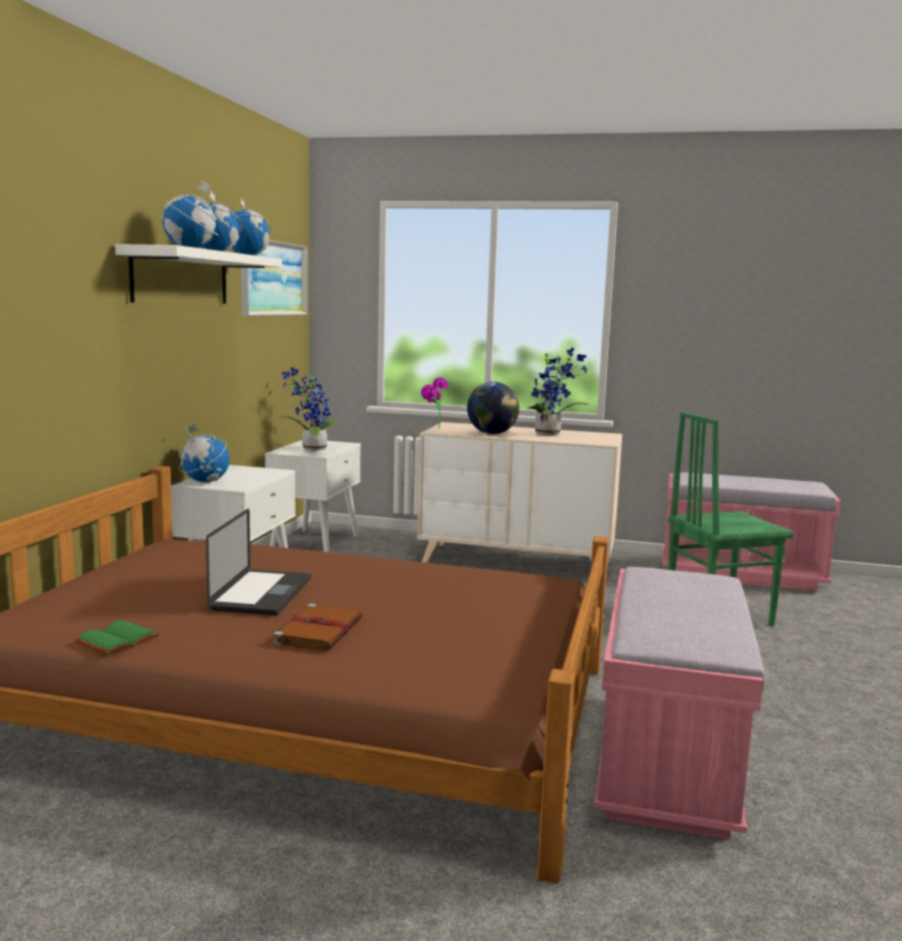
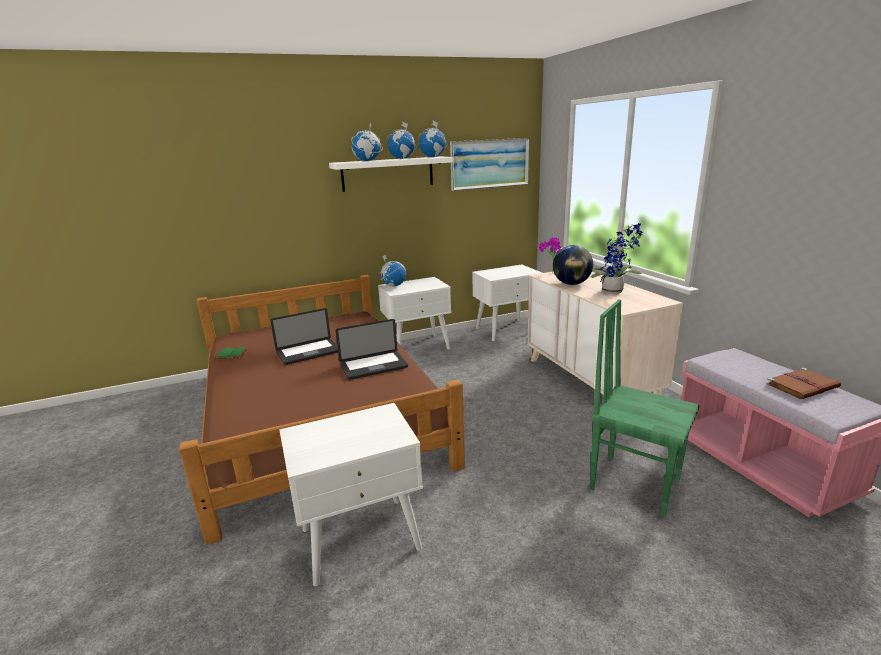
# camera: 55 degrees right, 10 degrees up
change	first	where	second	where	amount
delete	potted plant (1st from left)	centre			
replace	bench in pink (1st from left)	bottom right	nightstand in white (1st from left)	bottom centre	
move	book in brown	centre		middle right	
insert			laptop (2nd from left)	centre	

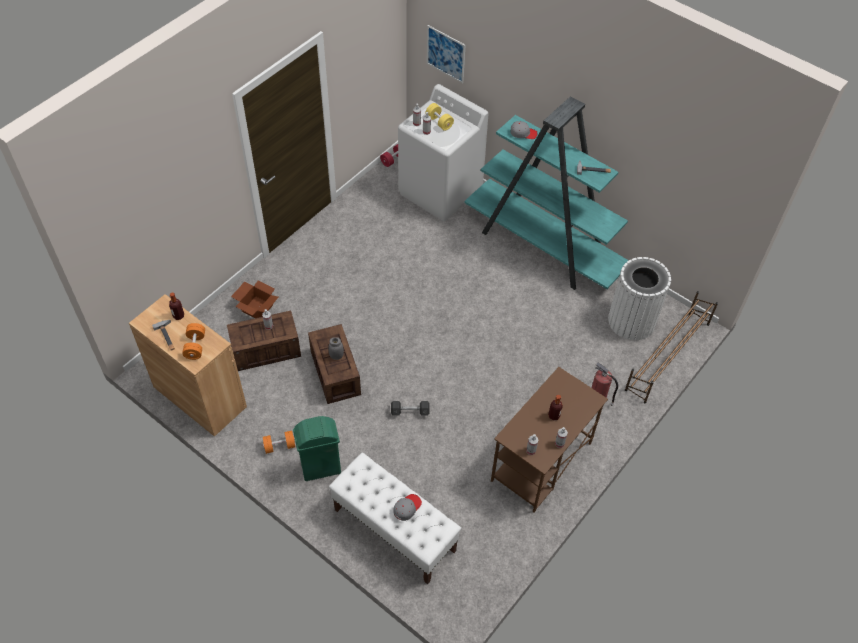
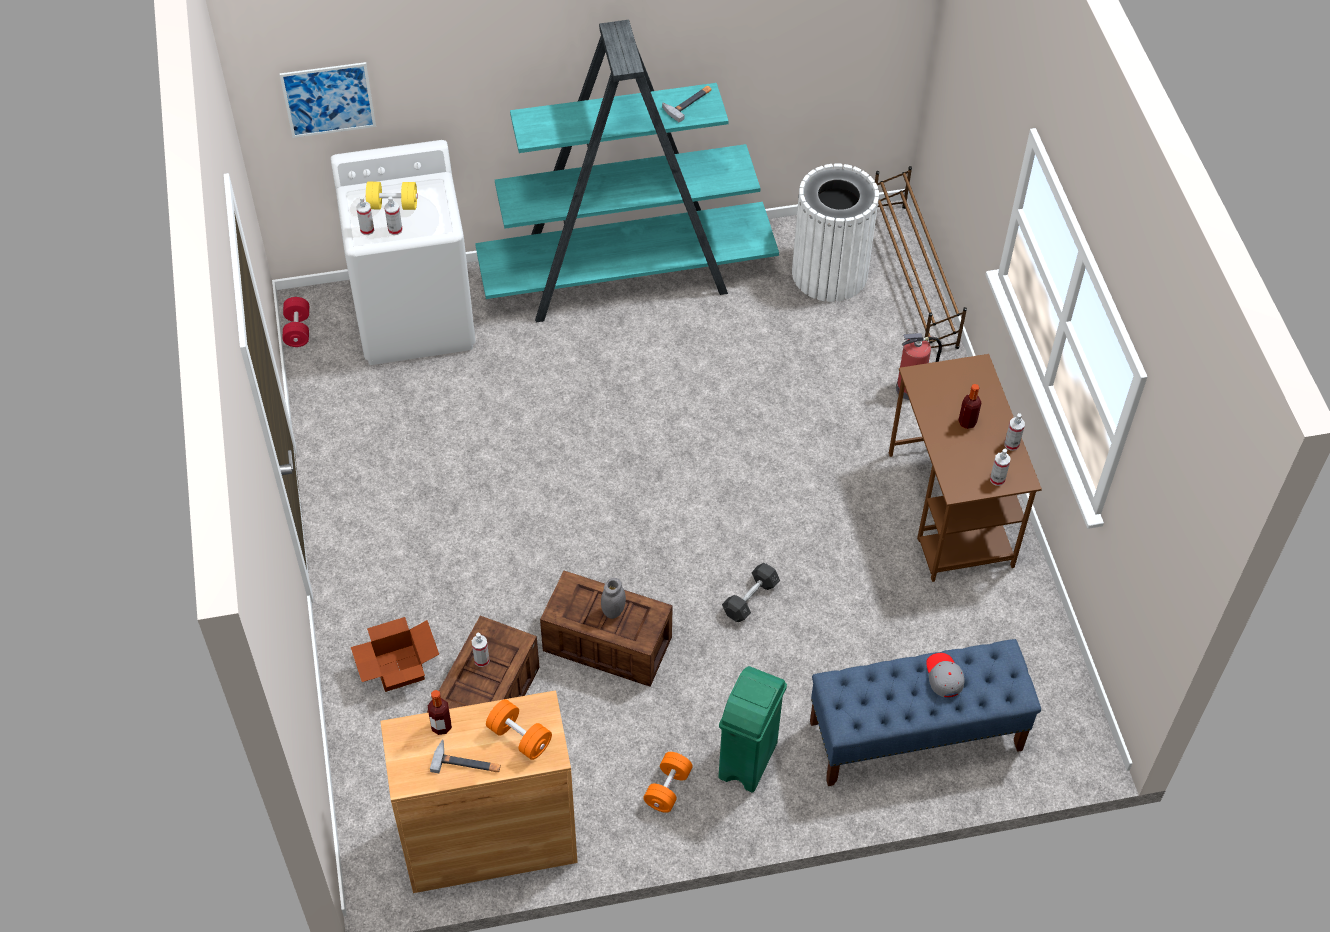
# camera: 50 degrees left, 0 degrees up
change	first	where	second	where	amount
delete	cap in grey (2nd from left)	top centre			
recolor	bench in white	bottom centre	bench in blue	bottom right	

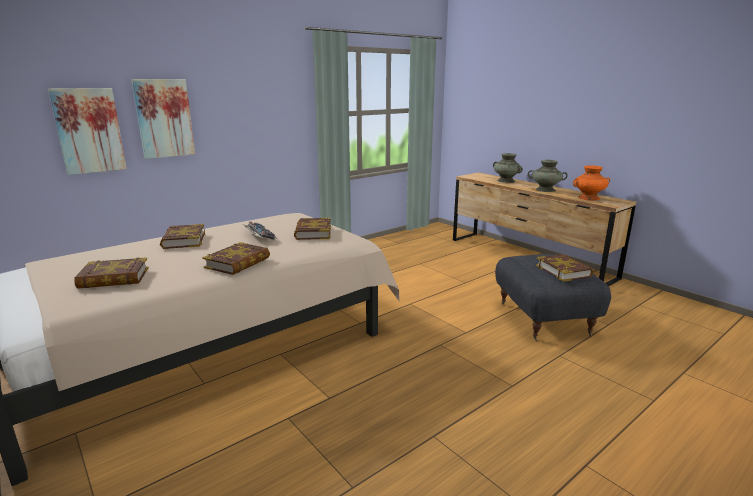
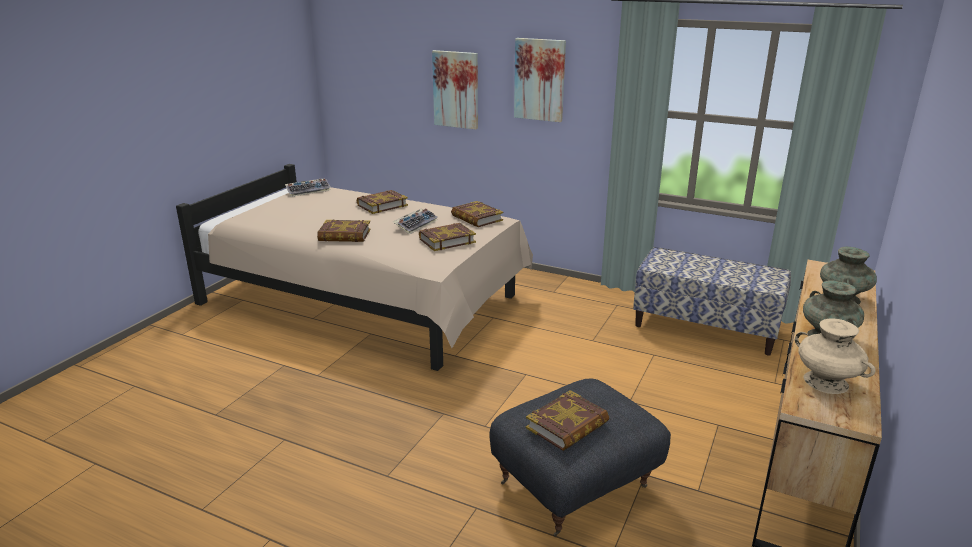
# camera: 65 degrees right, 5 degrees up
change	first	where	second	where	amount
move	picture (1st from left in the first image)	top left	picture (2nd from left)	top centre	
recolor	vase in orange	middle right	vase in beige	middle right	
move	book (1st from left in the first image)	middle left	book (4th from left)	centre	
insert			keyboard (1st from left)	middle left	
insert			bench	middle right	

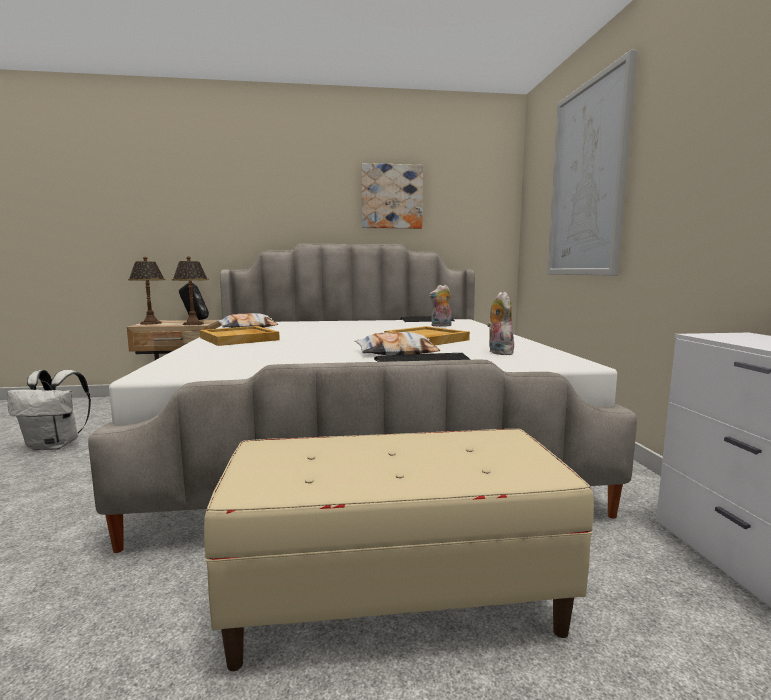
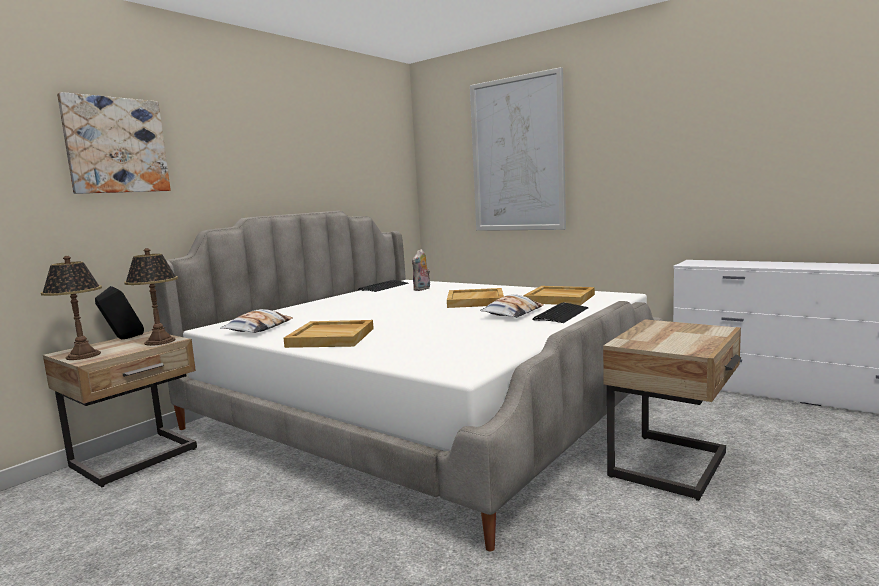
# camera: 45 degrees left, 0 degrees up
change	first	where	second	where	amount
move	picture (1st from left)	top centre		top left	
replace	plush toy (2nd from left)	centre	tray in beige (3rd from left)	centre	
delete	backpack in white	middle left			
replace	bench in beige	bottom centre	nightstand in beige (2nd from left)	bottom right	

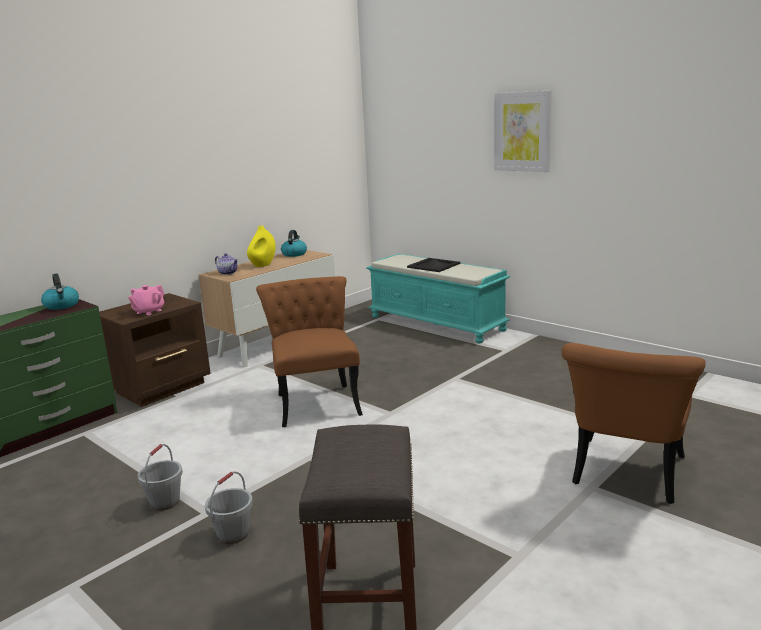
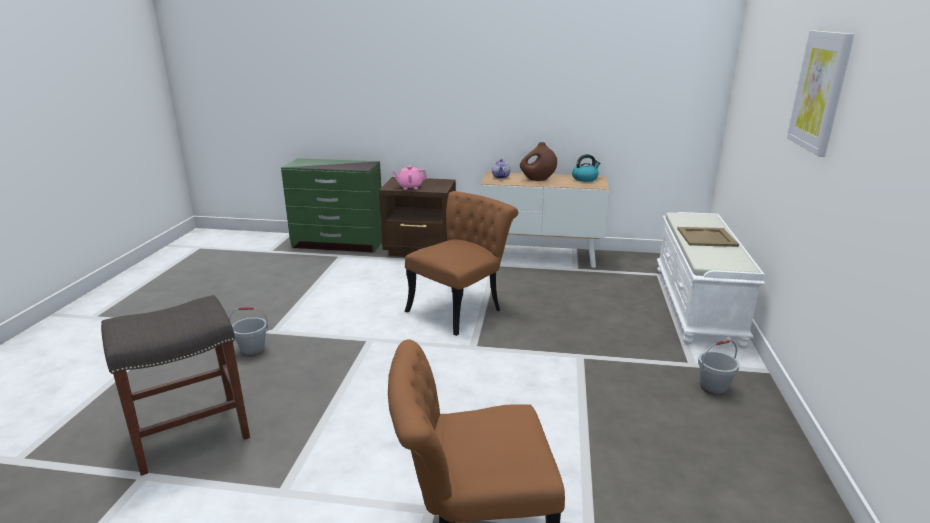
# camera: 55 degrees right, 5 degrees up
change	first	where	second	where	amount
recolor	vase in yellow	centre	vase in brown	top centre	
recolor	bench in turquoise	centre	bench in white	middle right	
recolor	tray in black	centre	tray in beige	middle right	
delete	kettle (1st from left)	middle left			
move	bucket in grey (1st from left in the first image)	bottom left	bucket in grey (2nd from left)	bottom right	

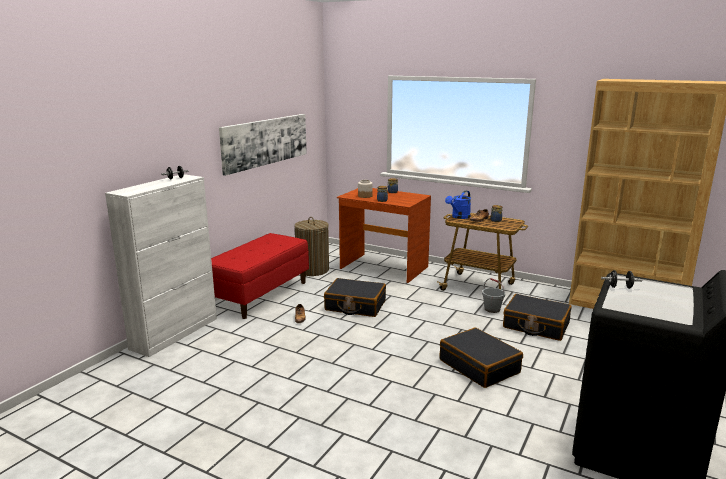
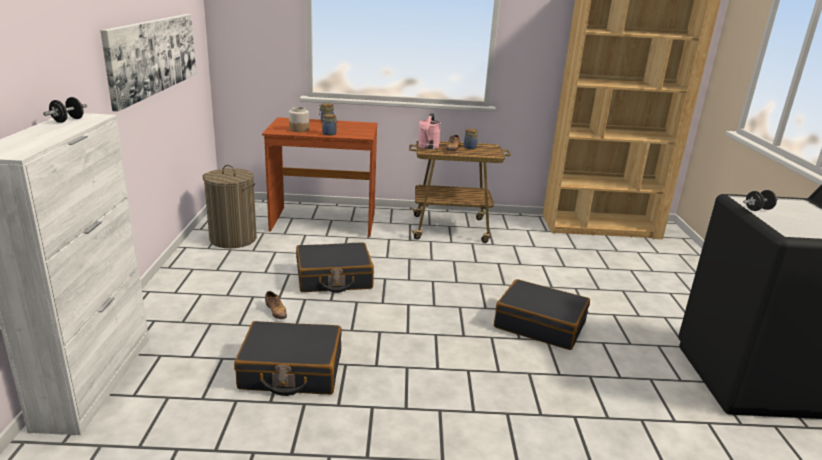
# camera: 30 degrees left, 5 degrees up
change	first	where	second	where	amount
recolor	watering can in blue	centre	watering can in pink	top centre	
delete	bench in red	centre			
delete	bucket in grey	middle right			
move	suitcase in black (3rd from left in the first image)	middle right	suitcase in black (1st from left)	bottom centre	

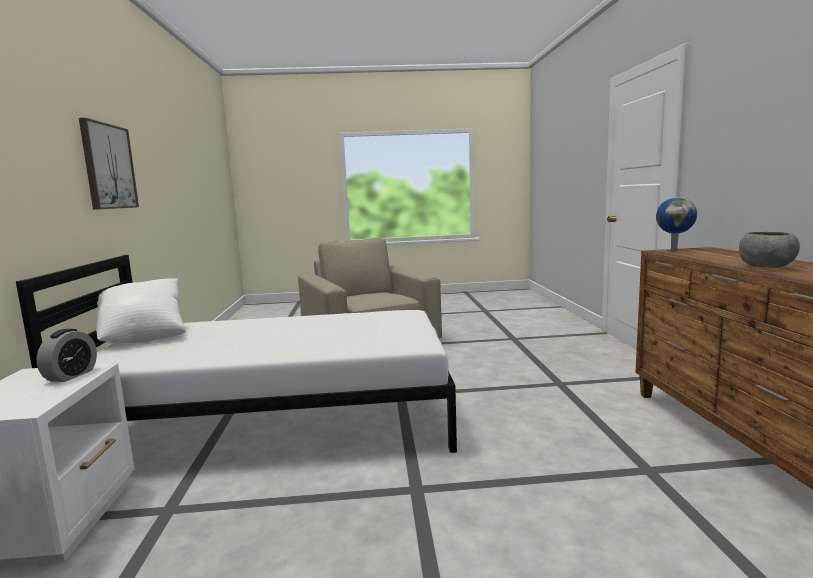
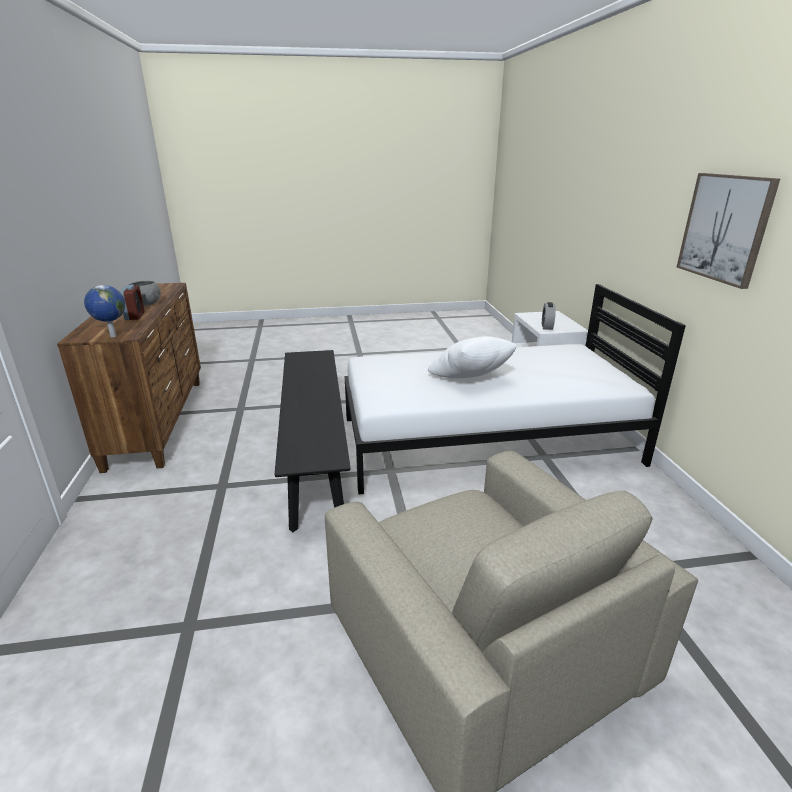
# camera: 175 degrees right, 15 degrees up
change	first	where	second	where	amount
move	pillow in white	middle left		centre	
insert			alarm clock (1st from left)	middle left	
insert			bench in black	centre	

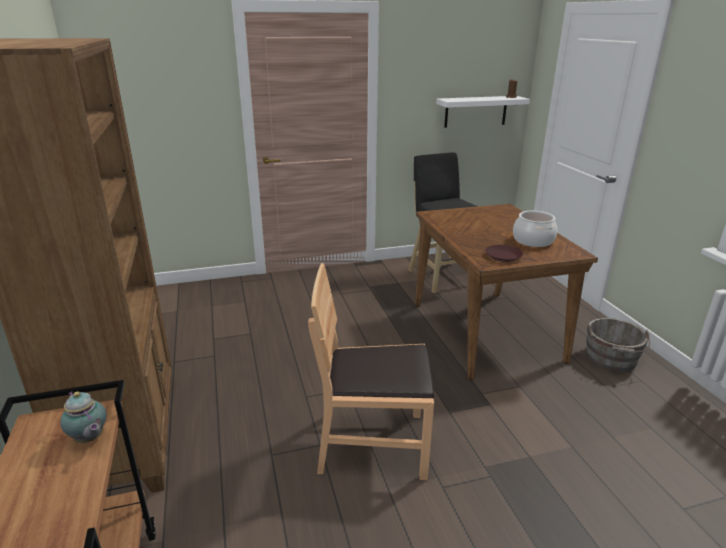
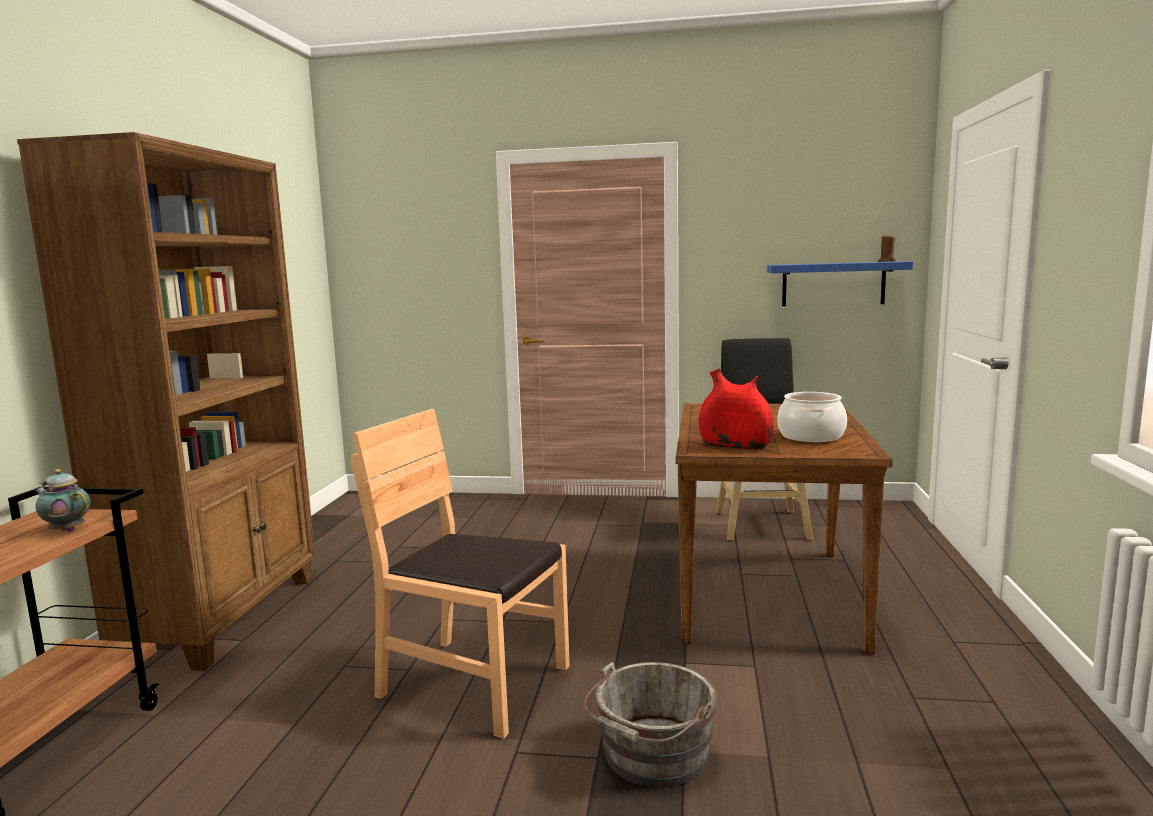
# camera: 25 degrees right, 15 degrees down
change	first	where	second	where	amount
recolor	shelf in white	top centre	shelf in blue	middle right	
replace	plate in brown	middle right	vase in red	centre	
move	bucket in grey	middle right		bottom centre	
rotate	teapot	bottom left		middle left	135 degrees clockwise

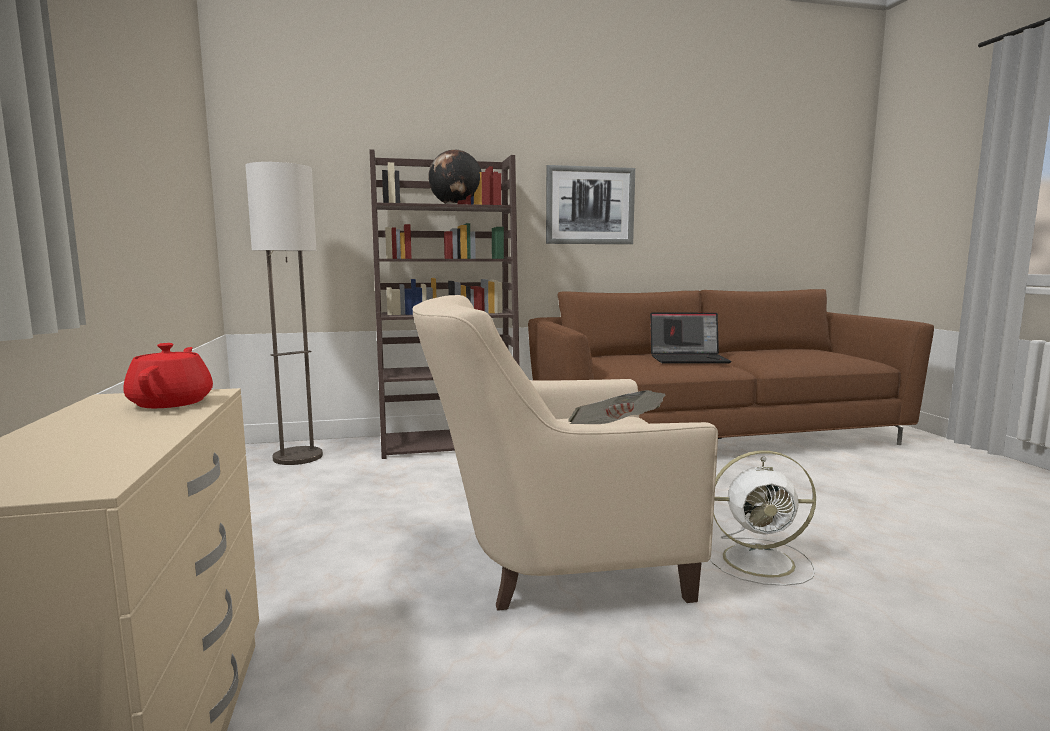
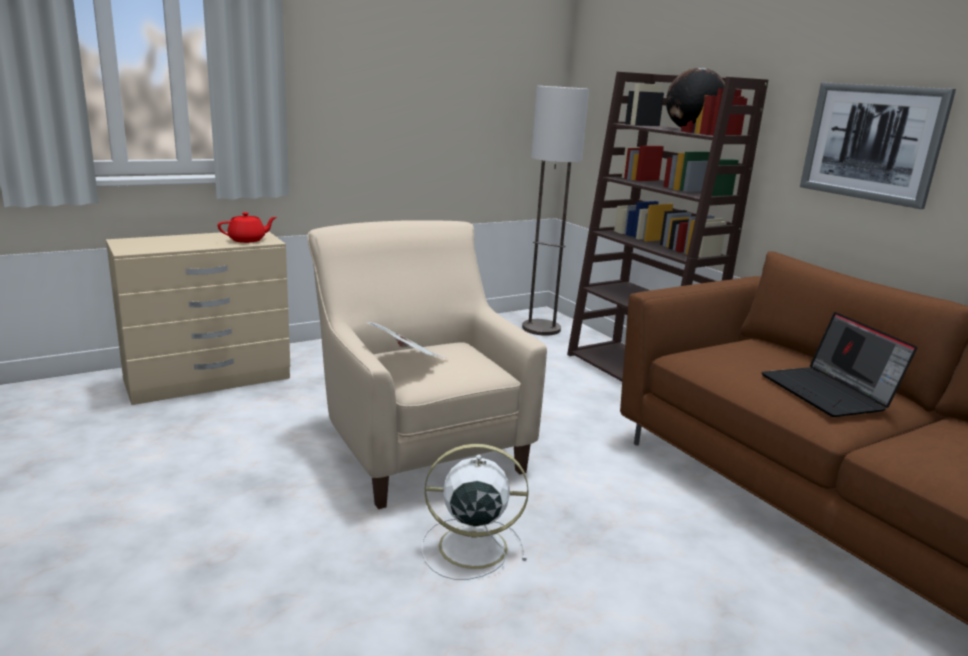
# camera: 70 degrees right, 10 degrees up
change	first	where	second	where	amount
rotate	fan in white	bottom right		bottom centre	105 degrees clockwise

